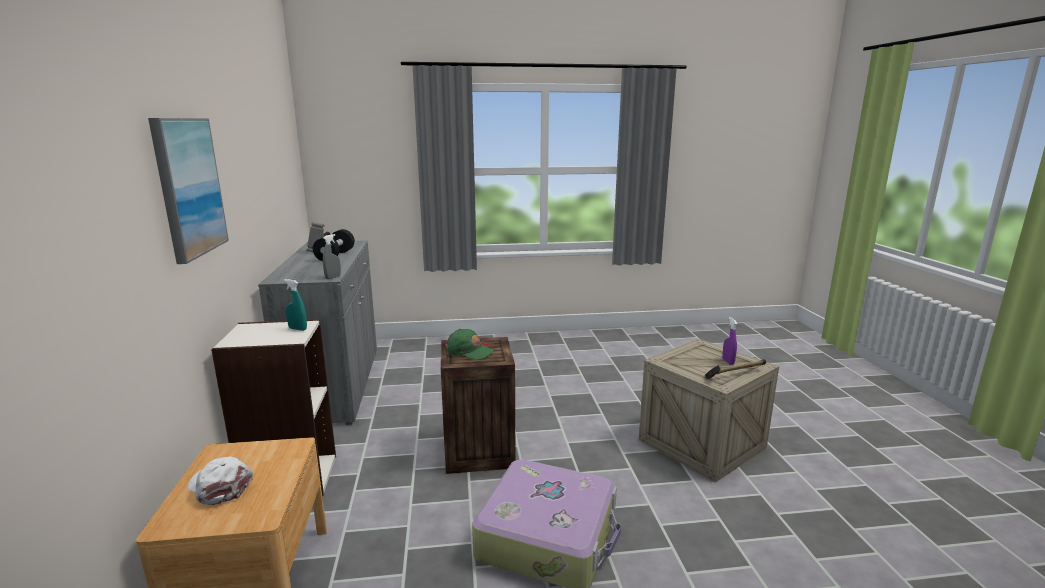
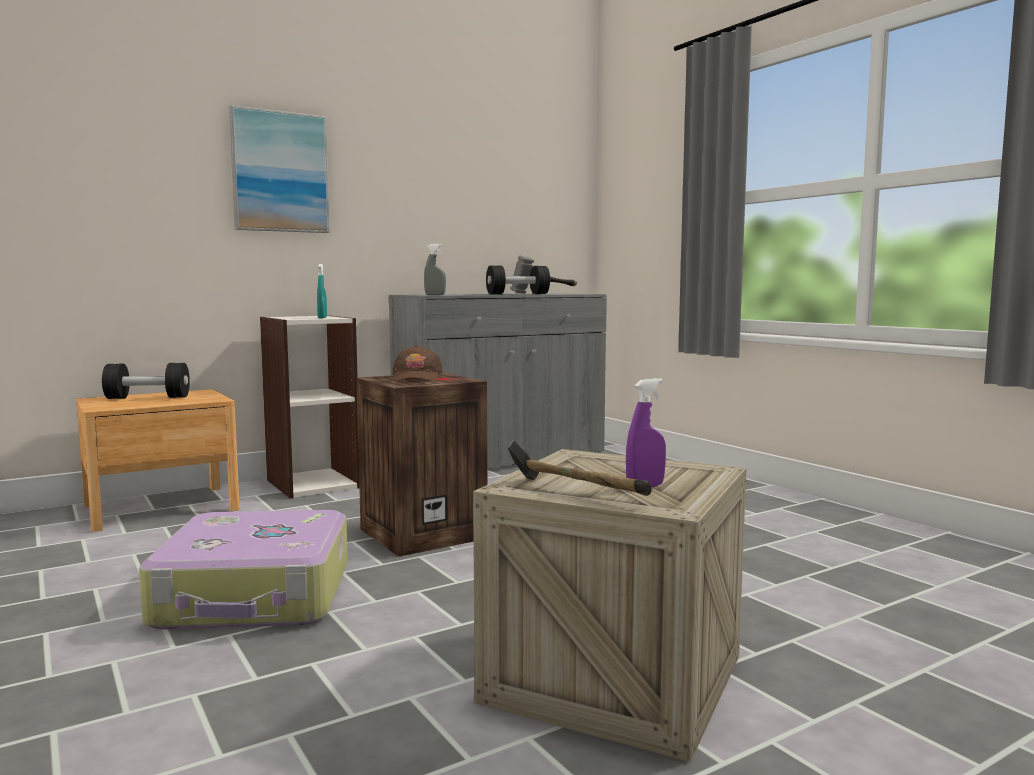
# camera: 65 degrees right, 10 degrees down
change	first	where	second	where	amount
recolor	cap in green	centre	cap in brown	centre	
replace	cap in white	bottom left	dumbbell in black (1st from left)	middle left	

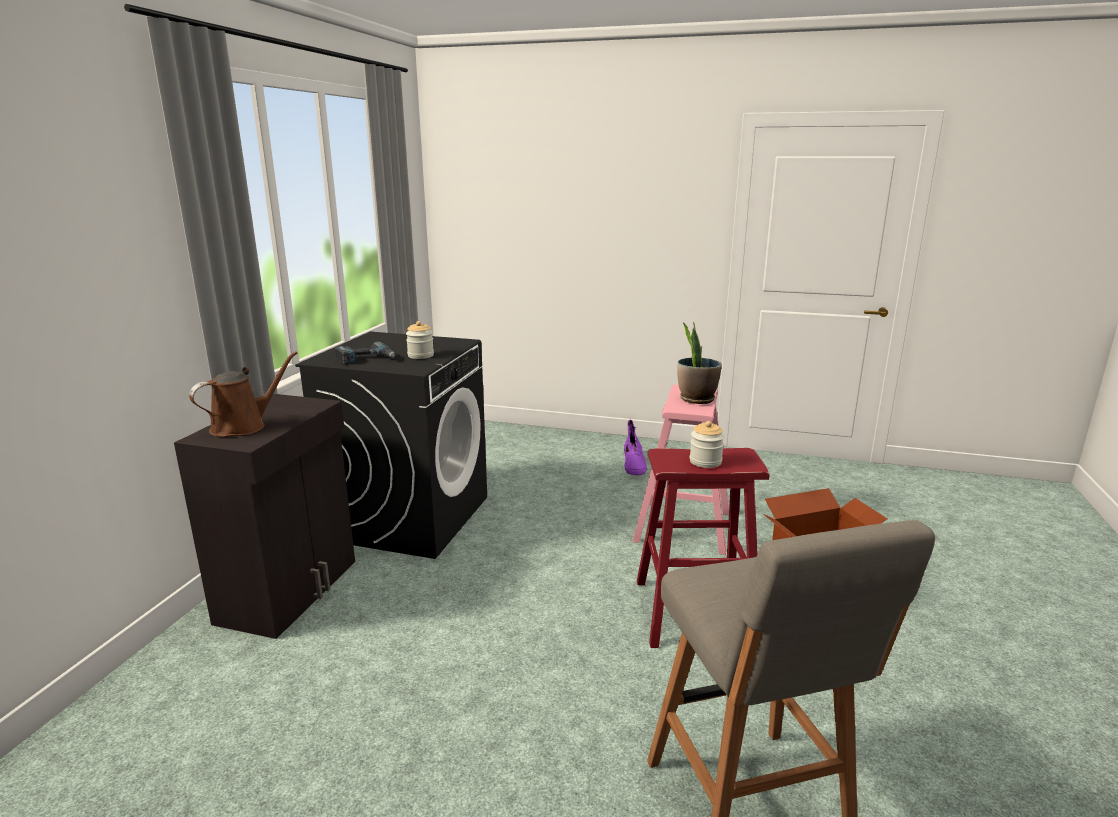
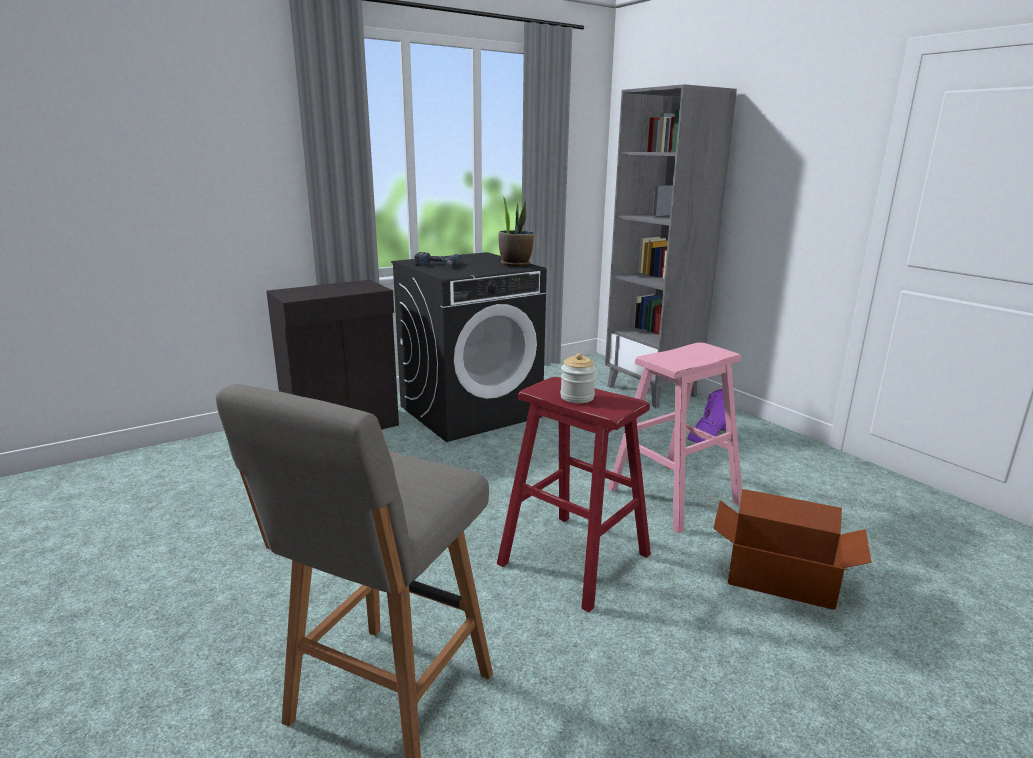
# camera: 40 degrees right, 0 degrees up
change	first	where	second	where	amount
delete	jar (1st from left)	centre			
move	potted plant	centre		top centre	
delete	watering can in brown	middle left			
insert			bookcase in grey	top centre	

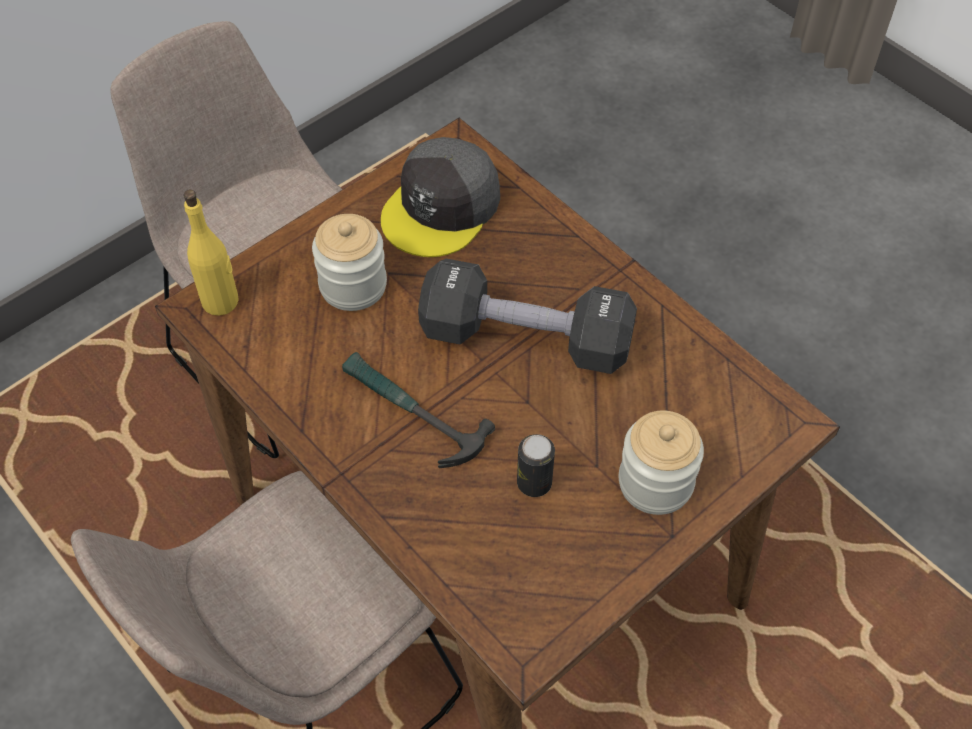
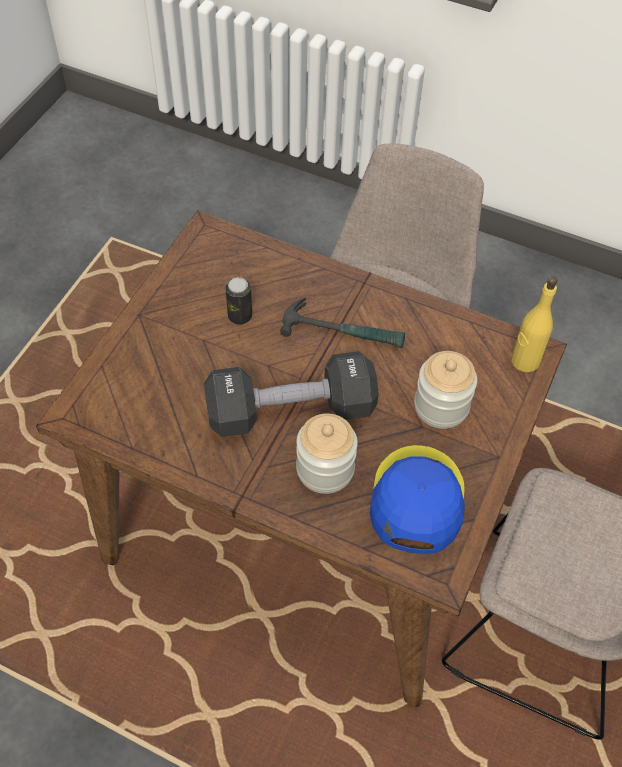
# camera: 155 degrees right, 0 degrees up
change	first	where	second	where	amount
recolor	cap in grey	top centre	cap in blue	middle right	
move	jar (2nd from left in the first image)	middle right	jar (1st from left)	centre	

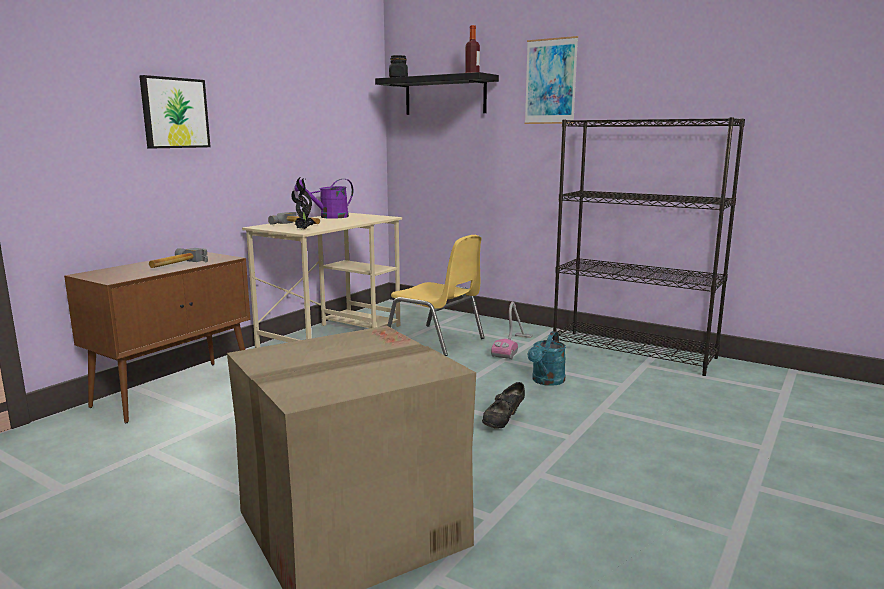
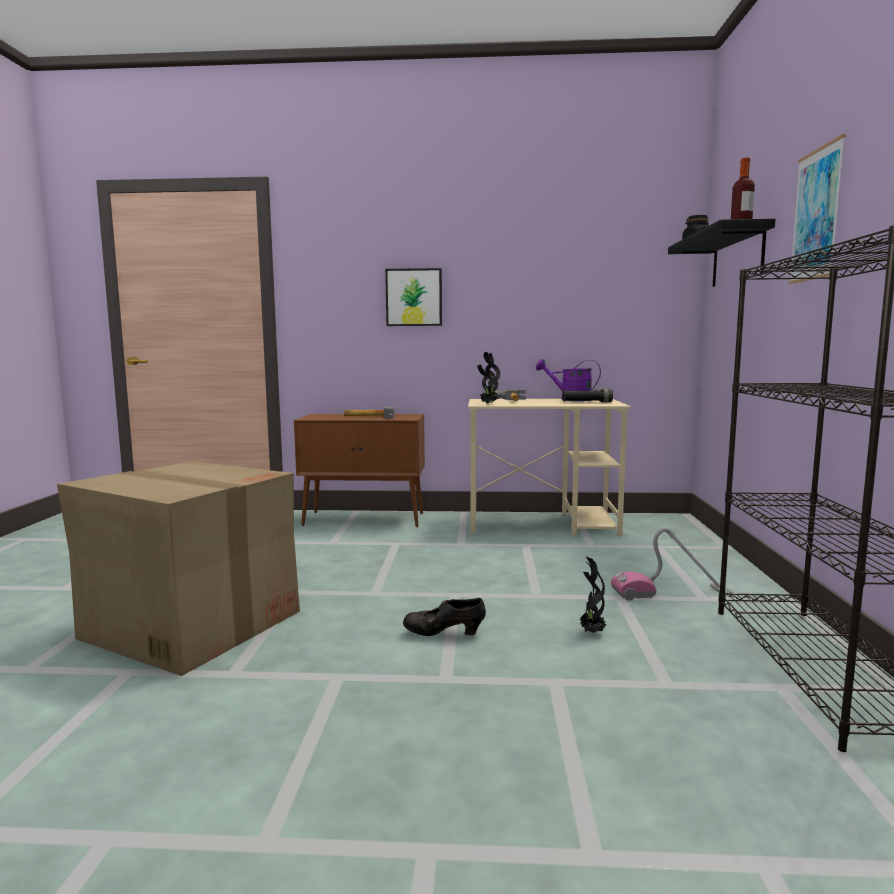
# camera: 60 degrees right, 5 degrees down
change	first	where	second	where	amount
delete	chair in yellow	centre			
replace	watering can in turquoise	centre	potted plant (2nd from left)	centre	
insert			flashlight in black	centre	

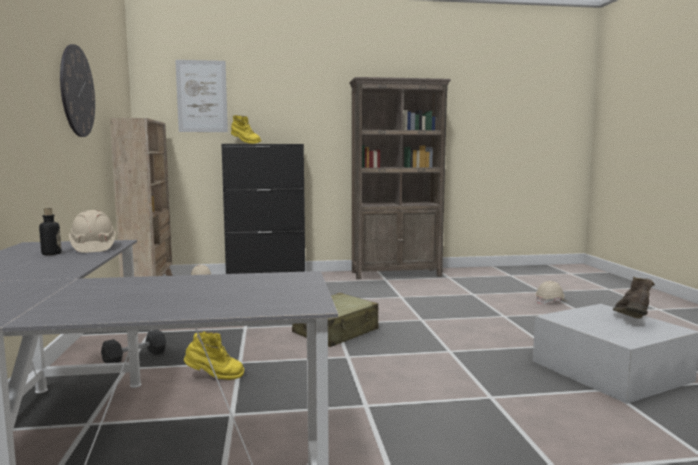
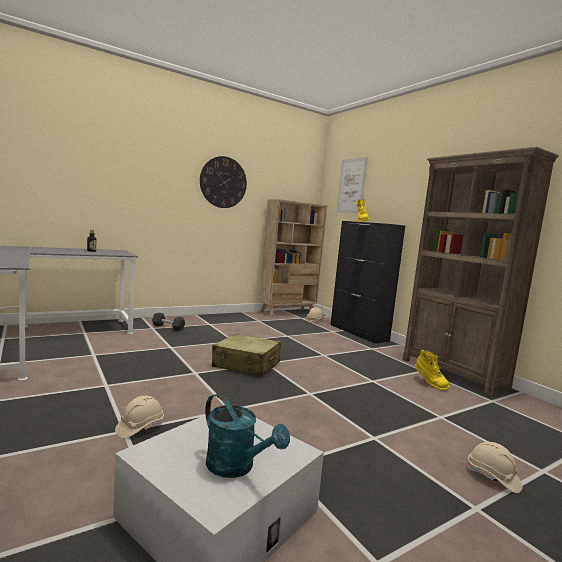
# camera: 65 degrees right, 0 degrees up
change	first	where	second	where	amount
move	hard hat in beige (1st from left)	middle left		bottom left	
replace	boot in brown	middle right	watering can in turquoise	bottom centre	
move	boot in yellow (1st from left in the first image)	bottom left	boot in yellow (2nd from left)	middle right	

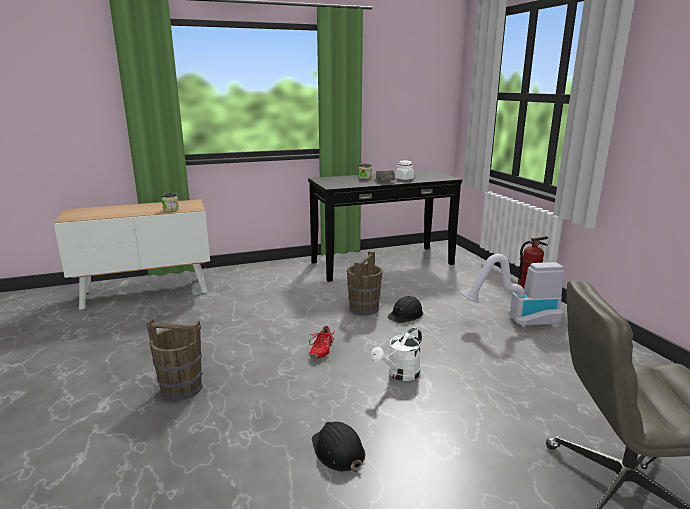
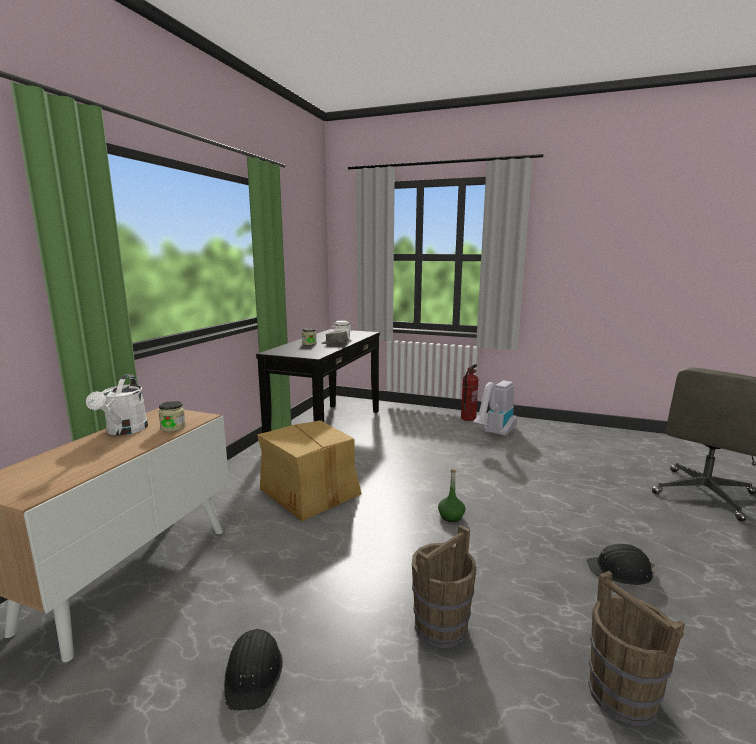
# camera: 50 degrees left, 5 degrees down
change	first	where	second	where	amount
move	bucket in brown (2nd from left)	centre		bottom right	
move	hard hat in black (2nd from left in the first image)	centre	hard hat in black (1st from left)	bottom centre	
replace	shoe in red	bottom centre	bottle in green	centre	
move	watering can in white	bottom centre		middle left	
insert			cardboard box	centre	

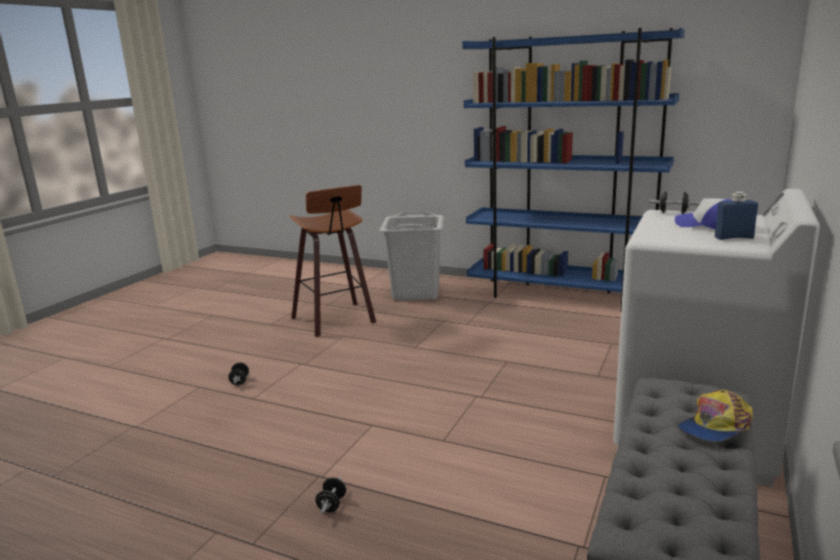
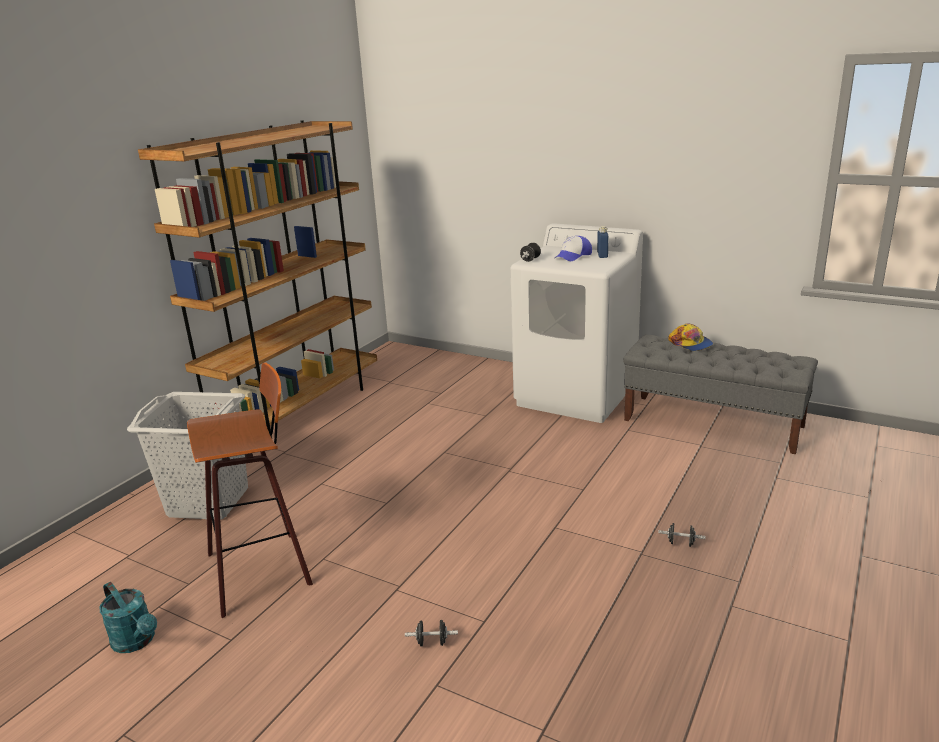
# camera: 85 degrees left, 5 degrees up
change	first	where	second	where	amount
recolor	bookcase in blue	top right	bookcase in brown	middle left	
insert			watering can in turquoise	bottom left	

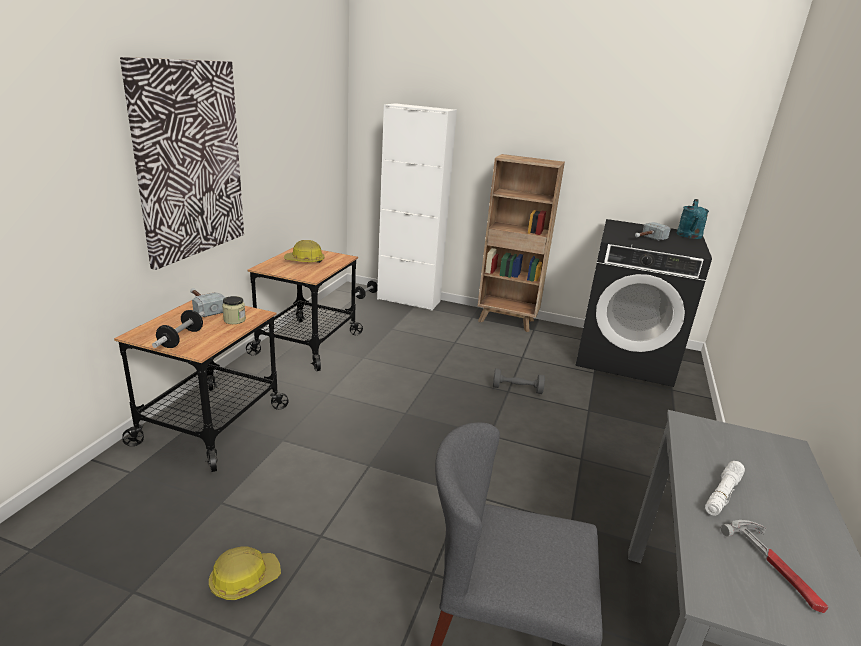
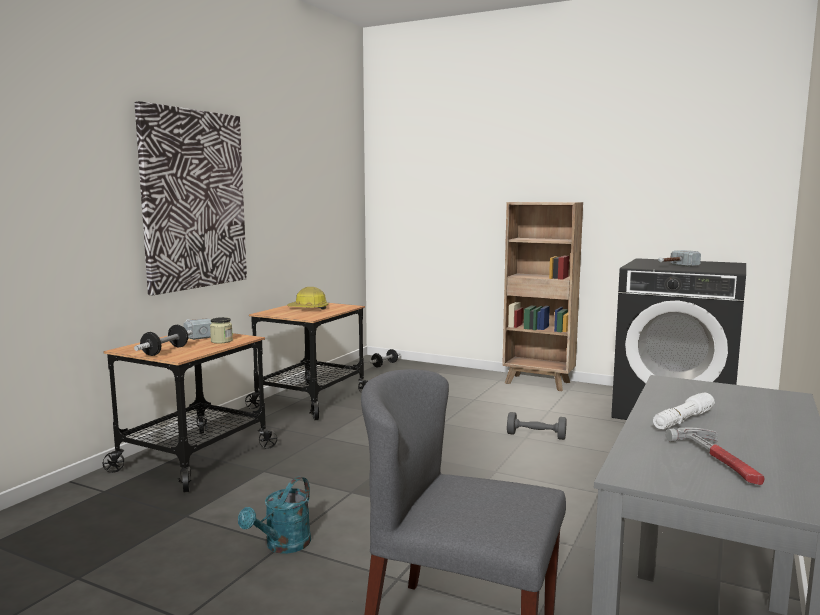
# camera: 10 degrees right, 15 degrees down
change	first	where	second	where	amount
delete	cabinet in white	top centre			
move	watering can in turquoise	middle right		bottom centre	
delete	hard hat (1st from left)	bottom left			

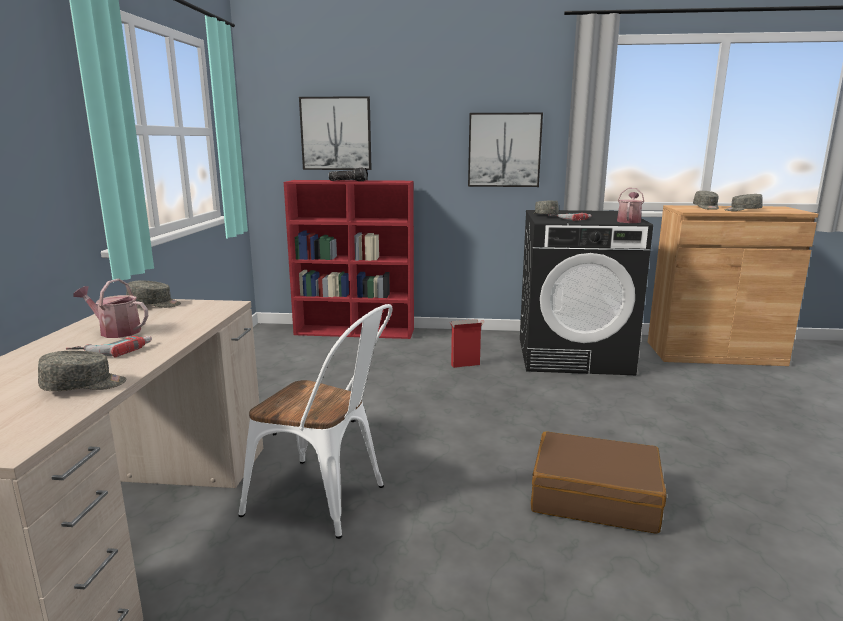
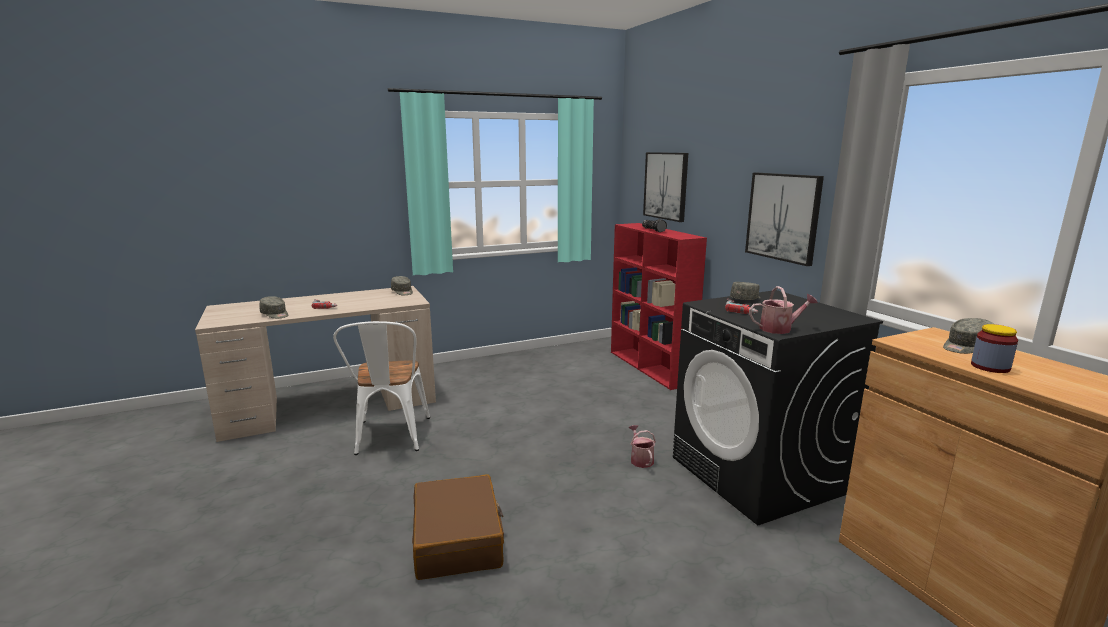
# camera: 60 degrees right, 0 degrees up
change	first	where	second	where	amount
replace	cap in grey (5th from left)	top right	jar	middle right	
move	watering can (1st from left)	middle left		bottom centre	
delete	cardboard box	centre			

